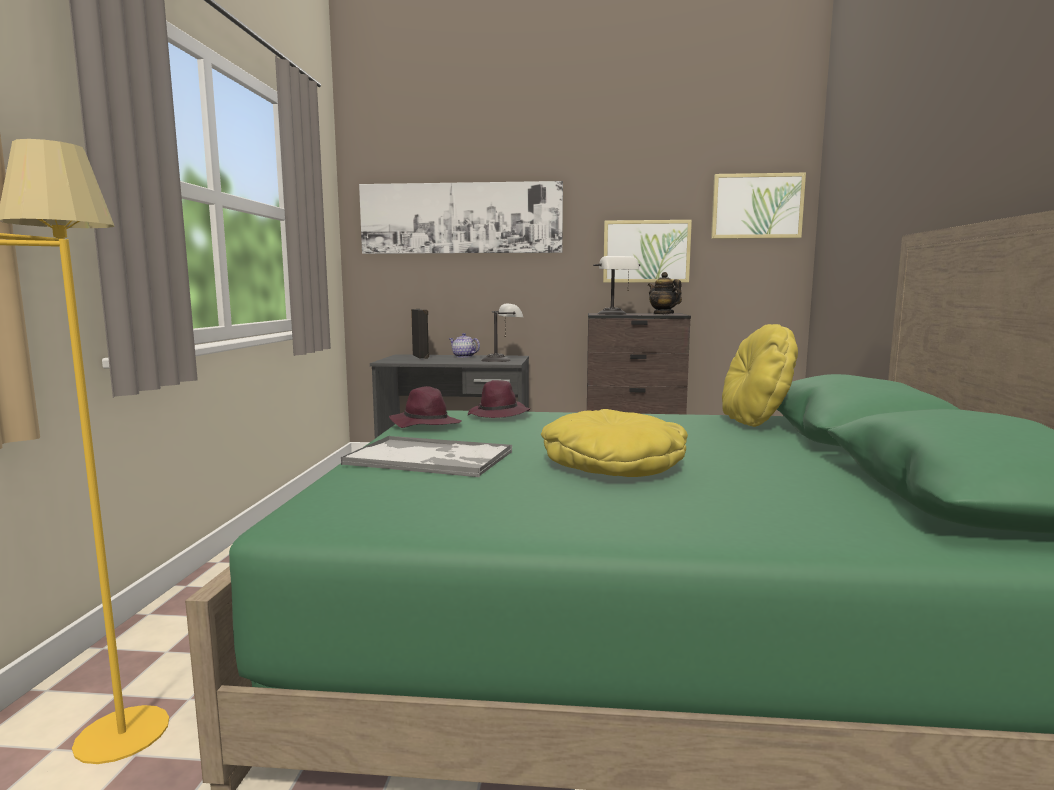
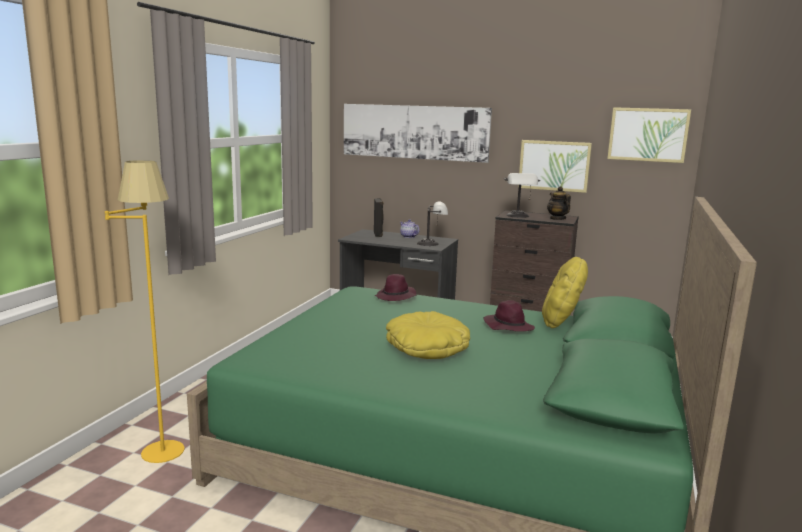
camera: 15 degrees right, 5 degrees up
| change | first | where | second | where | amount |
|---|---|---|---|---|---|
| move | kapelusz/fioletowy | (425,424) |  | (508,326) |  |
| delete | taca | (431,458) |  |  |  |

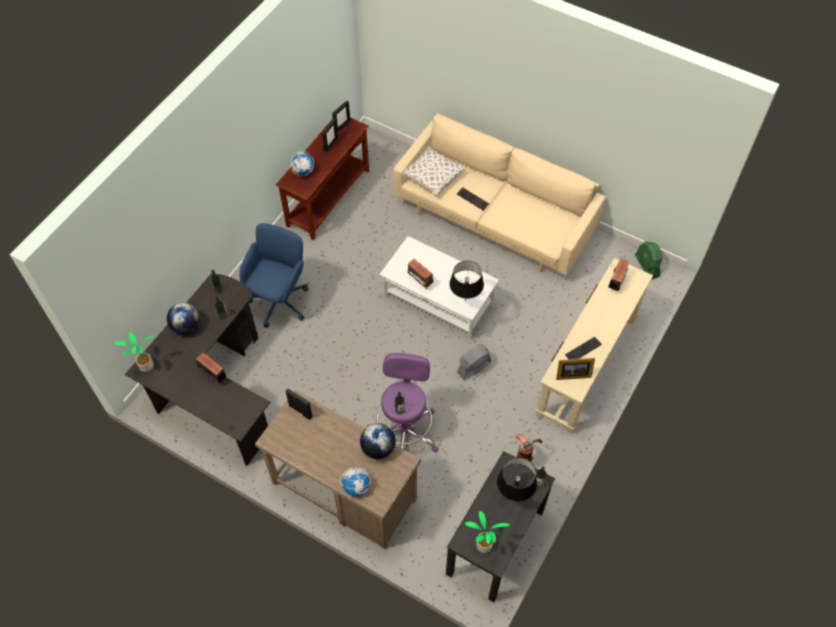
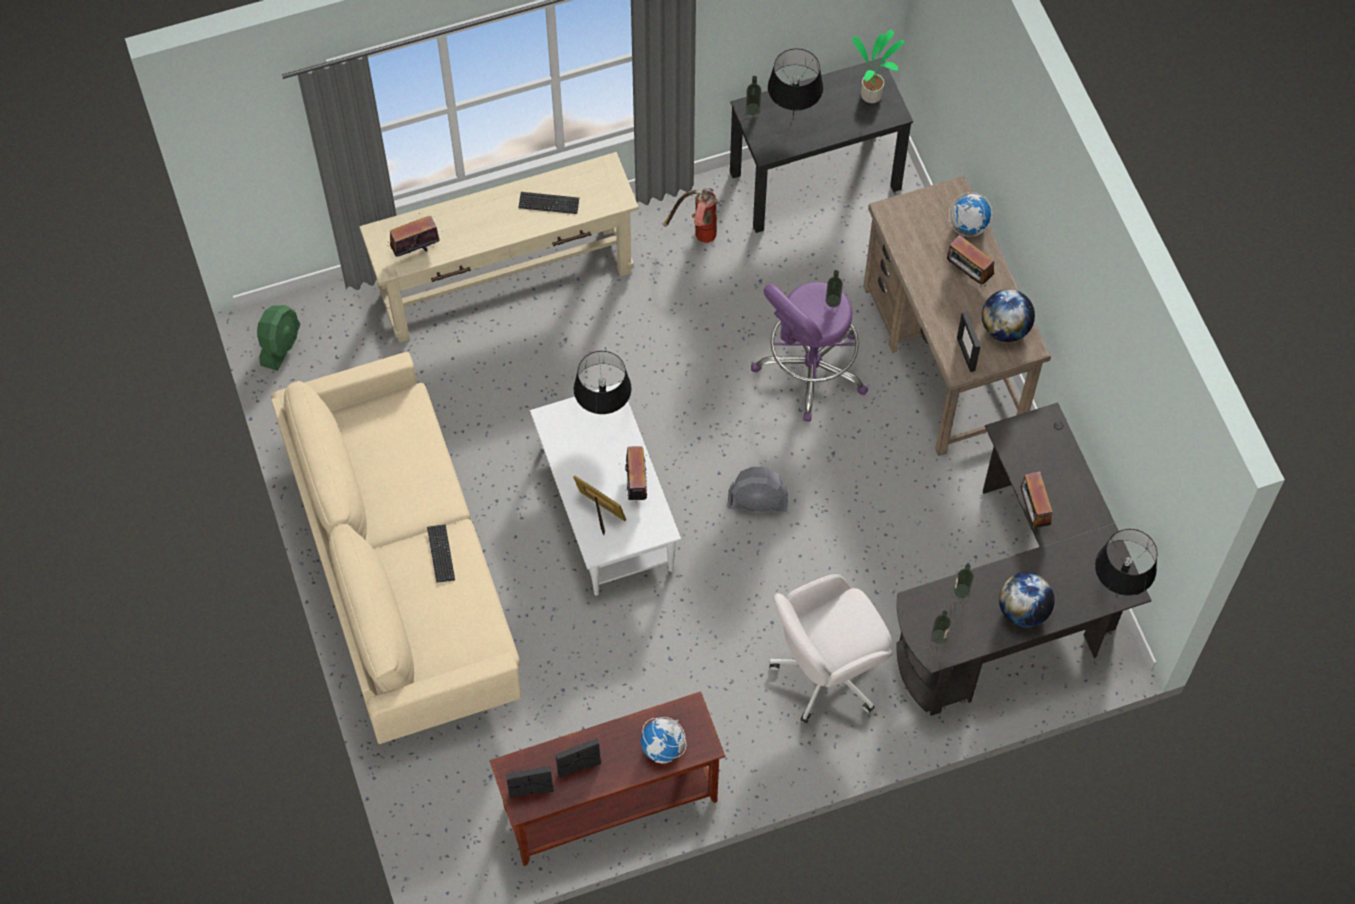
camera: 140 degrees left, 5 degrees up
| change | first | where | second | where | amount |
|---|---|---|---|---|---|
| move | ramka na zdjęcie | (571,374) |  | (600,512) |  |
| move | wentylator/szary | (473,367) |  | (757,502) |  |
| recolor | krzesło biurowe/niebieski | (280,303) | krzesło biurowe/biały | (827,673) |  |
| insert |  |  | radio | (968,274) |  |
| move | globus | (378,448) |  | (1005,328) |  |
| replace | roślina doniczkowa | (145,366) | lampa stołowa/czarny | (1116,590) |  |
| delete | poduszka | (432,177) |  |  |  |

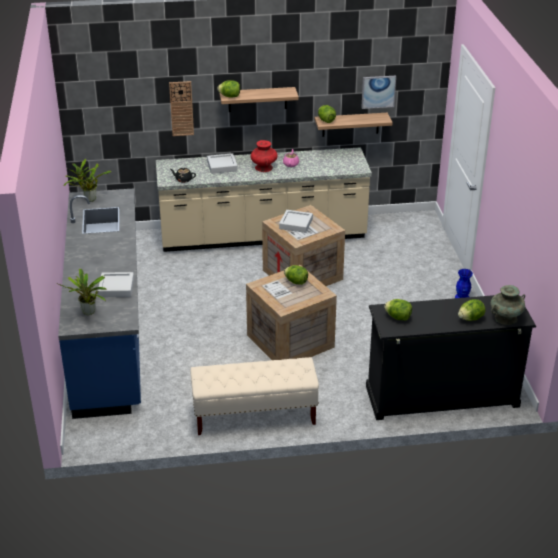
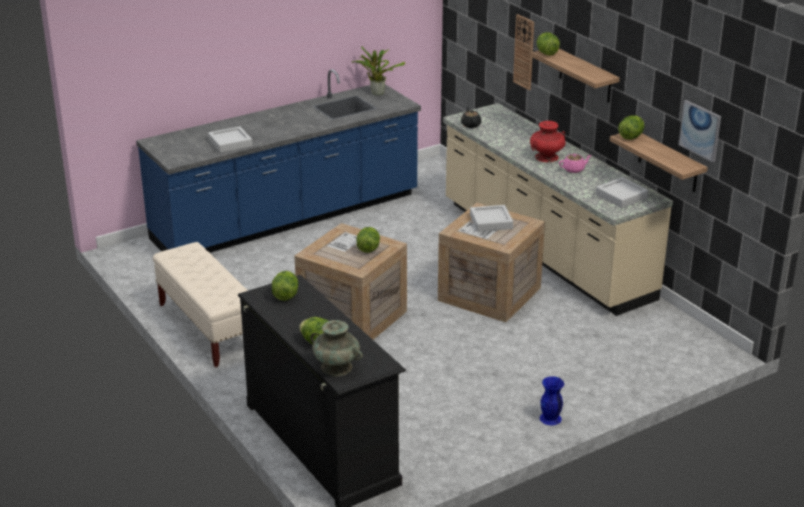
camera: 65 degrees right, 5 degrees down
| change | first | where | second | where | amount |
|---|---|---|---|---|---|
| move | taca/szary | (222,166) |  | (621,196) |  |
| delete | roślina doniczkowa | (89,313) |  |  |  |

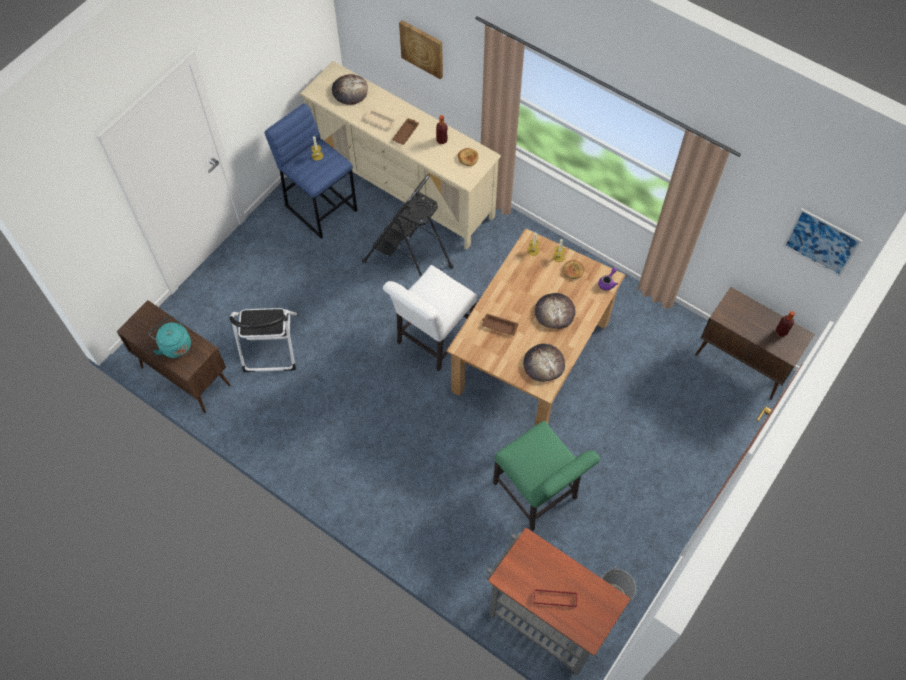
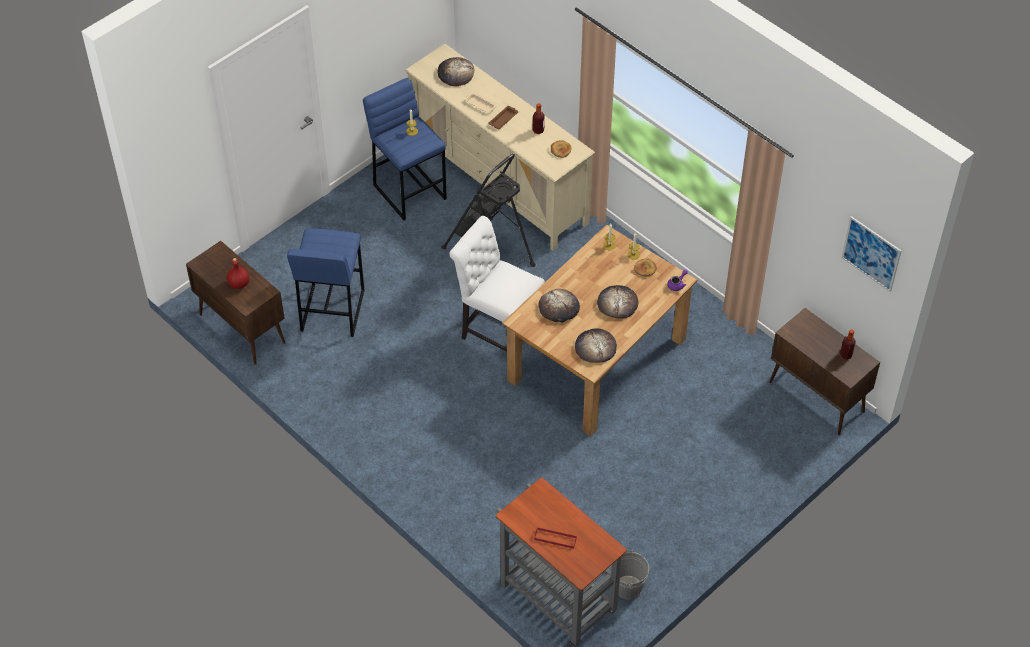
camera: 10 degrees right, 10 degrees down
| change | first | where | second | where | amount |
|---|---|---|---|---|---|
| replace | czajnik/turkusowy | (174,345) | butelka/czerwony | (239,283) |  |
| replace | drabinka | (270,345) | stołek/niebieski | (332,312) |  |
| rotate | krzesło/biały | (431,339) |  | (497,330) | 75 degrees clockwise |
| replace | taca/brązowy | (499,326) | chleb | (559,308) |  |
| delete | obraz | (422,48) |  |  |  |
| delete | krzesło/zielony | (538,495) |  |  |  |

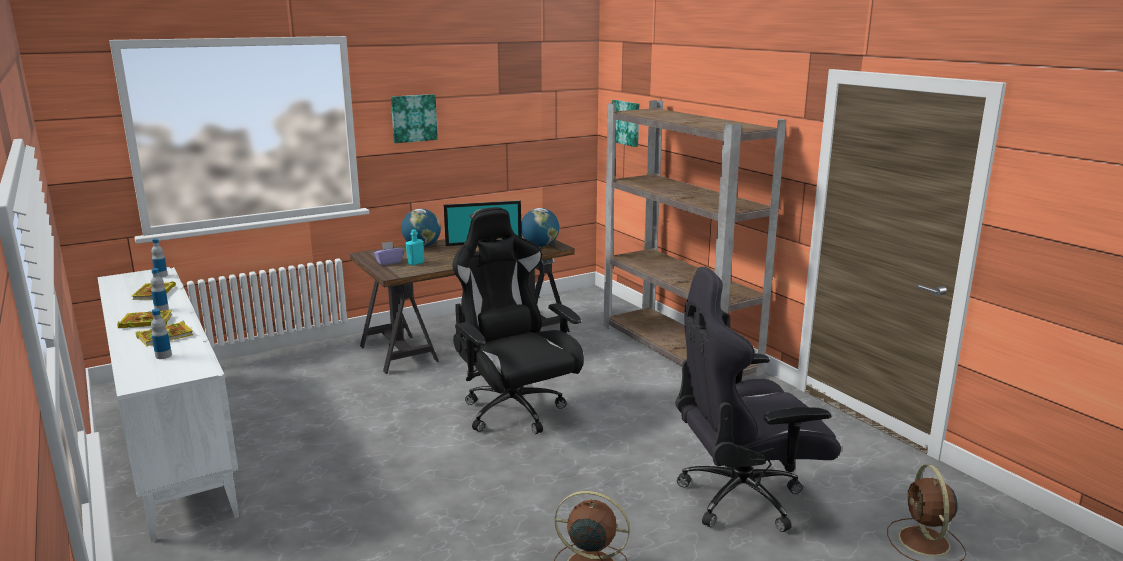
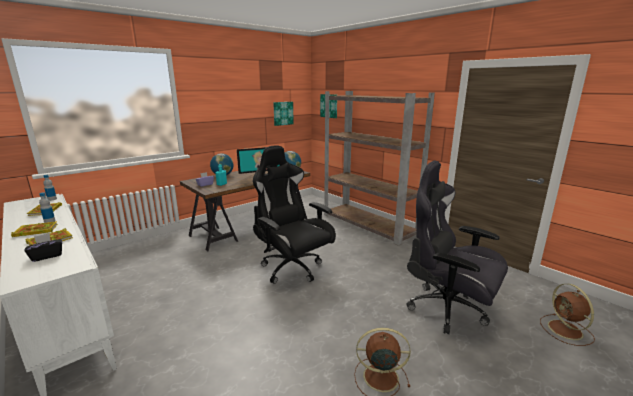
camera: 10 degrees left, 0 degrees up
| change | first | where | second | where | amount |
|---|---|---|---|---|---|
| replace | butelka | (163,356) | pudełko chusteczek/czarny | (47,256) |  |
| move | obraz | (413,118) |  | (283,113) |  |
| rotate | krzesło biurowe/czarny | (747,497) |  | (451,311) | 60 degrees clockwise |

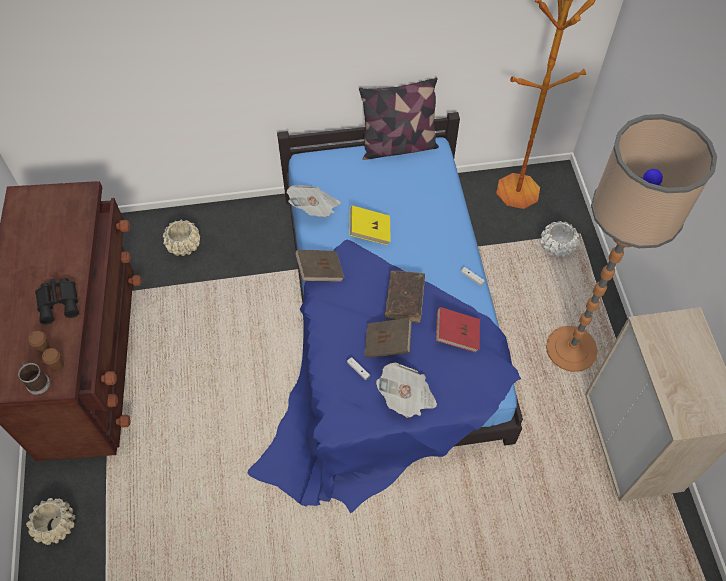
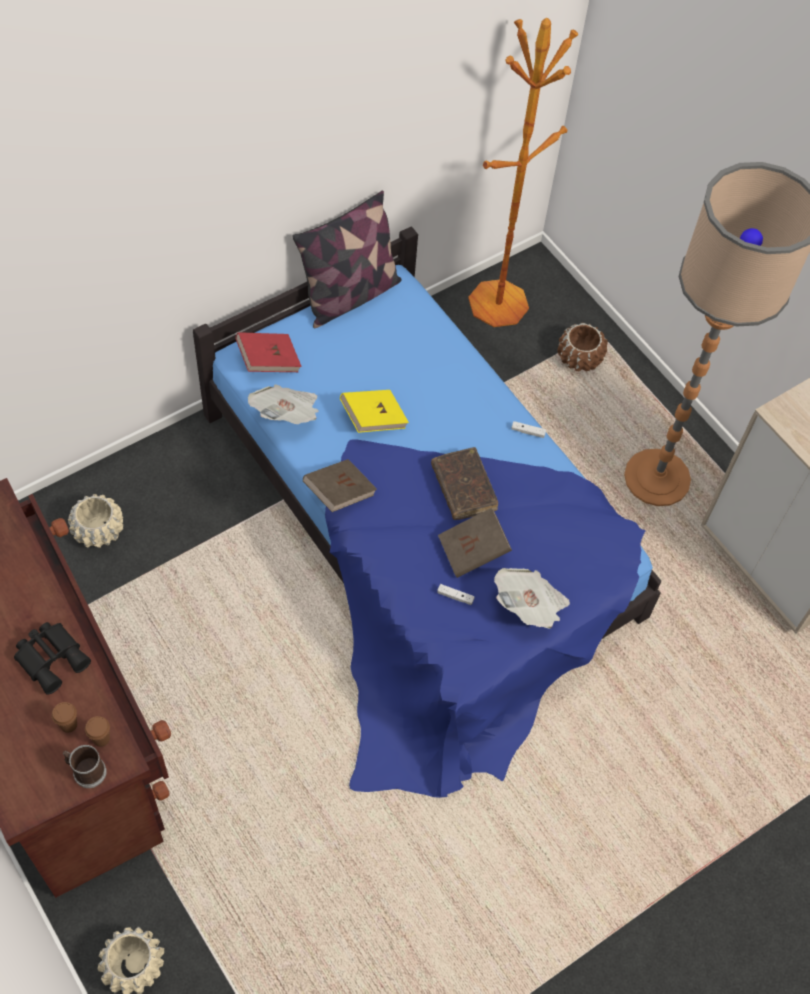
camera: 30 degrees left, 0 degrees up
| change | first | where | second | where | amount |
|---|---|---|---|---|---|
| move | książka/czerwony | (456,335) |  | (268,361) |  |
| recolor | donica/biały | (557,247) | donica/brązowy | (579,358) |  |

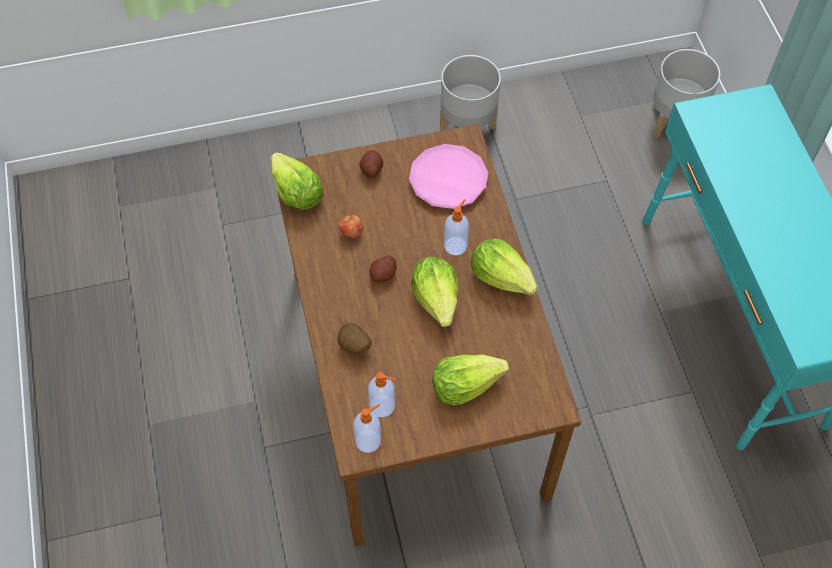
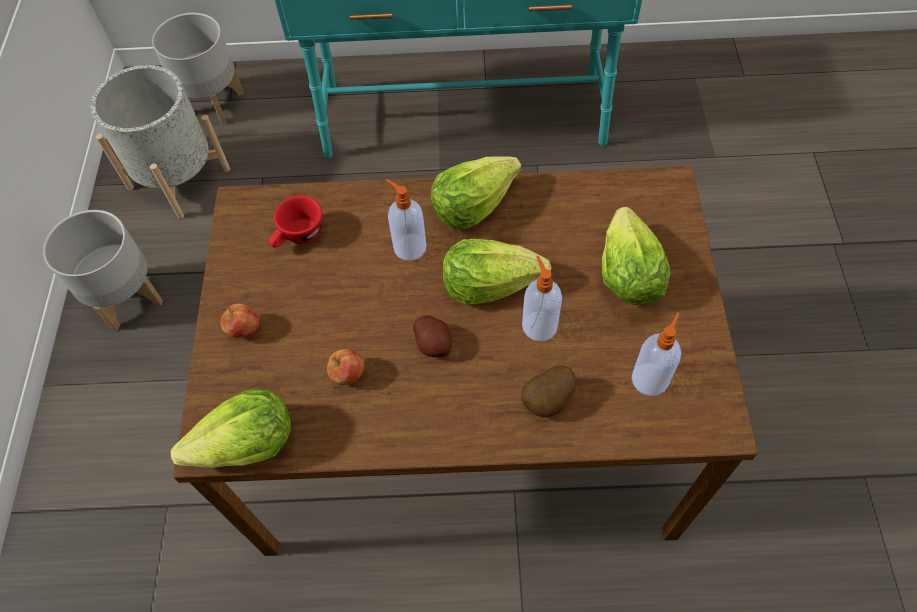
camera: 75 degrees left, 0 degrees up
| change | first | where | second | where | amount |
|---|---|---|---|---|---|
| insert |  |  | donica/szary | (179,178) |  |
| replace | ziemniak | (371,170) | jabłko | (244,330) |  |
| replace | talerz/różowy | (448,180) | filiżanka/czerwony | (299,237) |  |
| move | dozownik mydła | (369,440) |  | (539,325) |  |

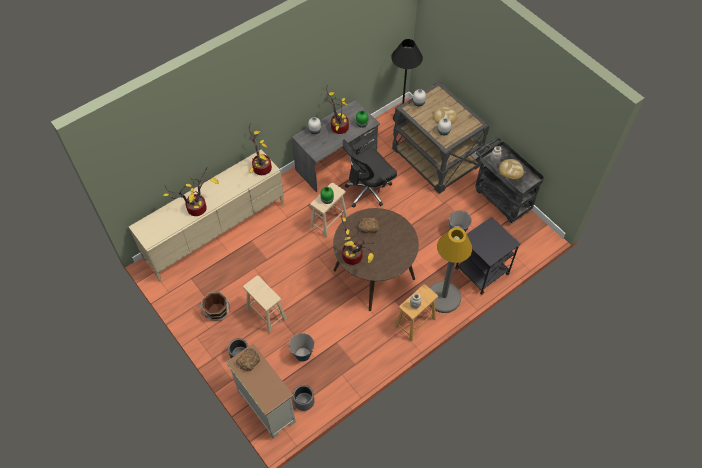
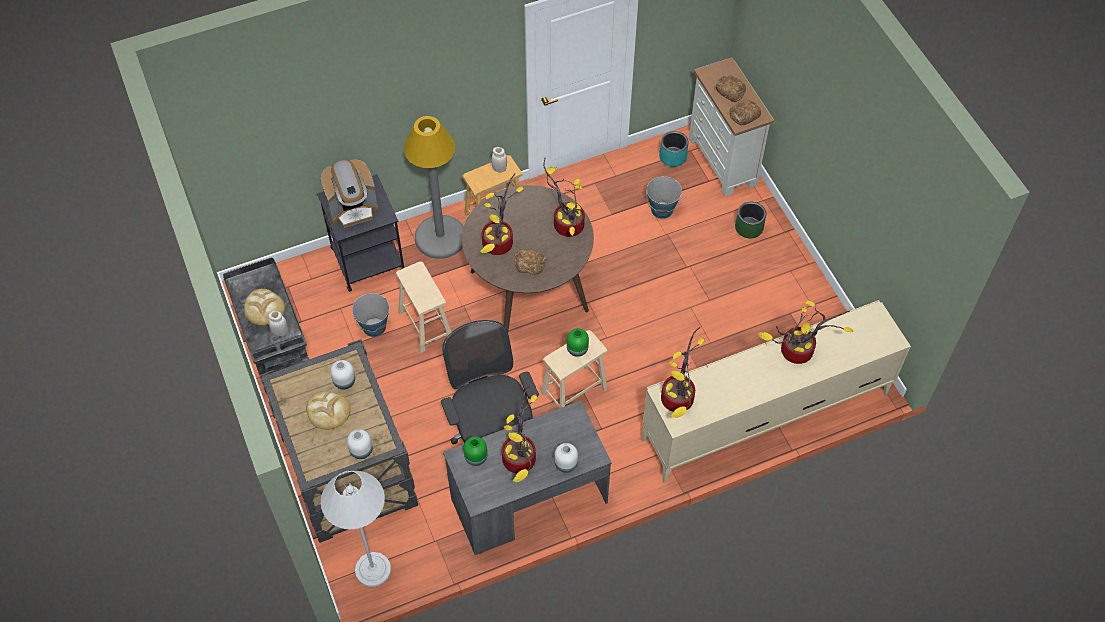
camera: 165 degrees left, 0 degrees up
| change | first | where | second | where | amount |
|---|---|---|---|---|---|
| insert |  |  | ekspres do kawy | (353,209) |  |
| recolor | lampa stojąca/czarny | (402,118) | lampa stojąca/biały | (373,569) |  |
| move | stołek/beżowy | (266,314) |  | (425,325) |  |
| rotate | krzesło biurowe | (368,190) |  | (490,431) | 90 degrees counterclockwise |
| insert |  |  | roślina doniczkowa | (499,245) |  |
| recolor | donica/szary | (304,401) | donica/turkusowy | (673,157) |  |
| insert |  |  | chleb | (730,90) |  |
| delete | wiadro/brązowy | (217,312) |  |  |  |

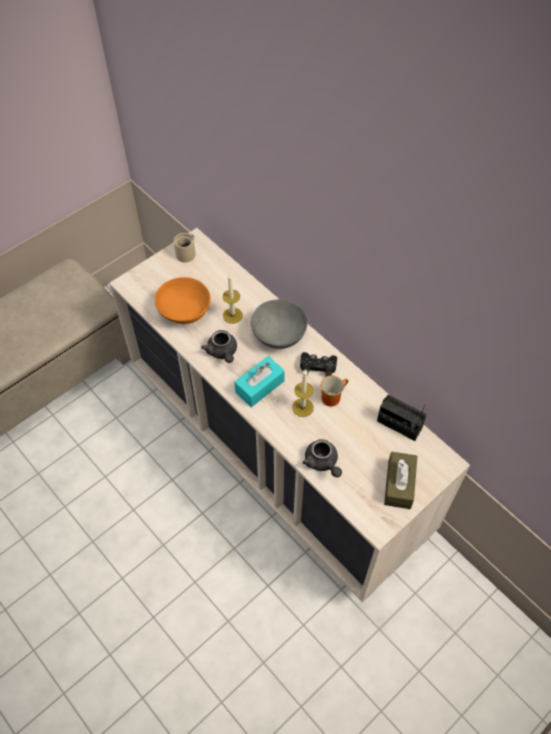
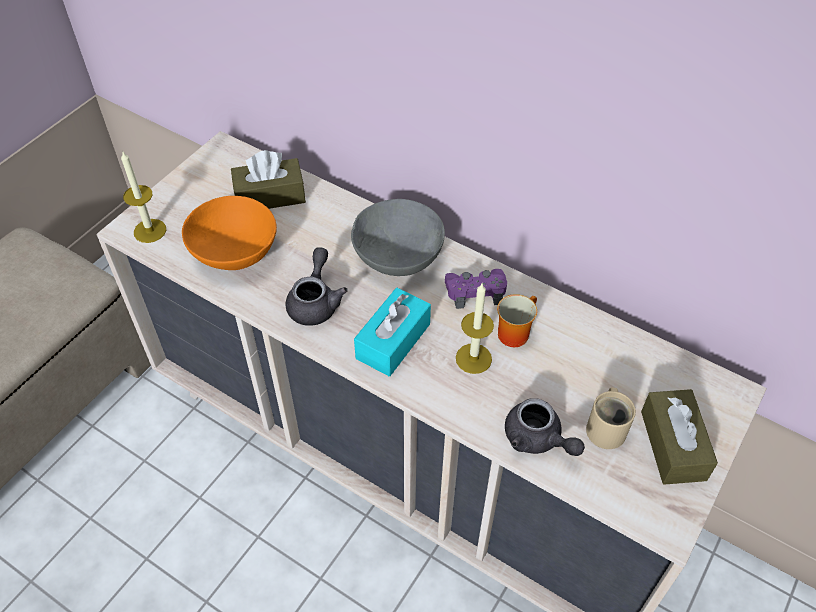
camera: 15 degrees left, 5 degrees down
| change | first | where | second | where | amount |
|---|---|---|---|---|---|
| move | świeca | (232,315) |  | (150,231) |  |
| insert |  |  | pudełko chusteczek/brązowy | (270,196) |  |
| rotate | imbryk/szary | (222,352) |  | (315,302) | 135 degrees counterclockwise |
| recolor | pad do gier/czarny | (318,366) | pad do gier/fioletowy | (475,291) |  |
| move | kubek/beżowy | (187,254) |  | (607,428) |  |
| delete | radio | (399,425) |  |  |  |

